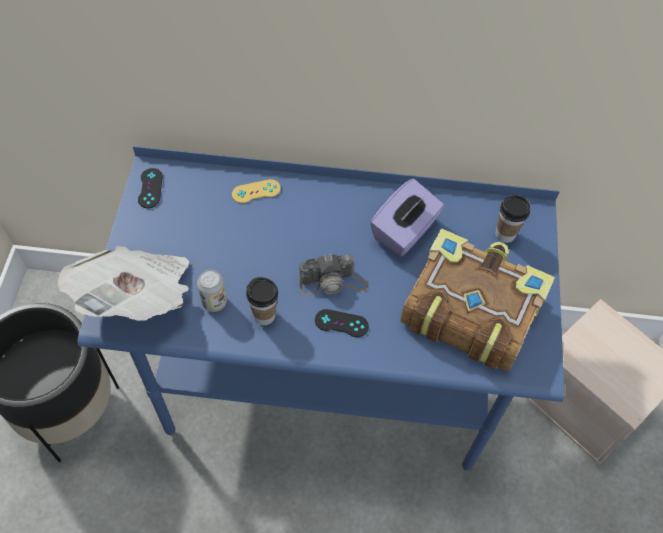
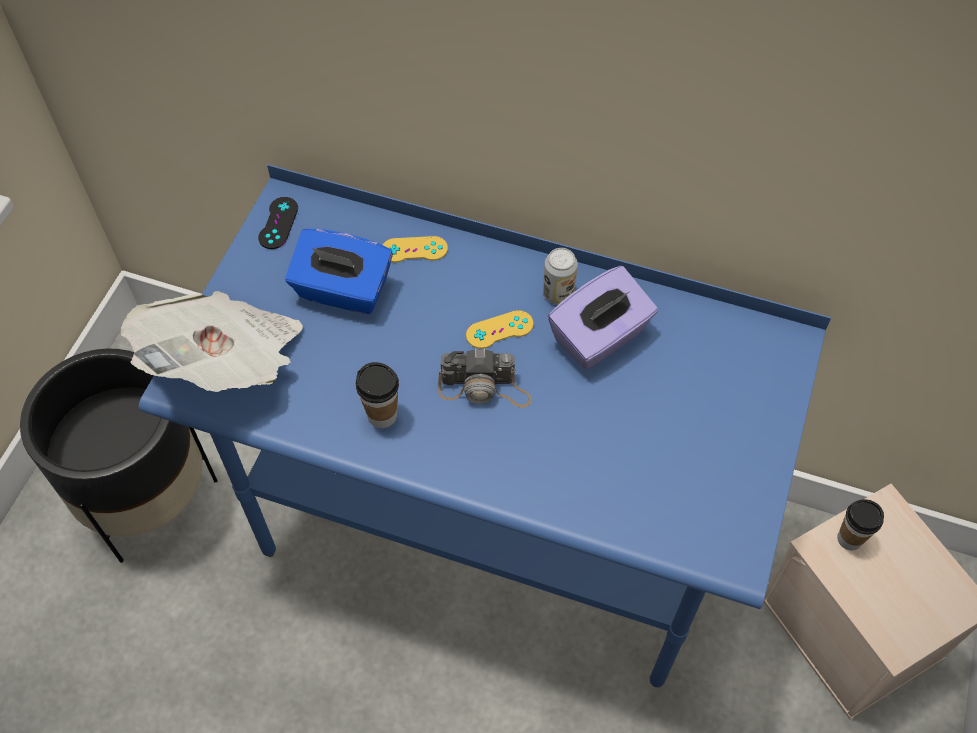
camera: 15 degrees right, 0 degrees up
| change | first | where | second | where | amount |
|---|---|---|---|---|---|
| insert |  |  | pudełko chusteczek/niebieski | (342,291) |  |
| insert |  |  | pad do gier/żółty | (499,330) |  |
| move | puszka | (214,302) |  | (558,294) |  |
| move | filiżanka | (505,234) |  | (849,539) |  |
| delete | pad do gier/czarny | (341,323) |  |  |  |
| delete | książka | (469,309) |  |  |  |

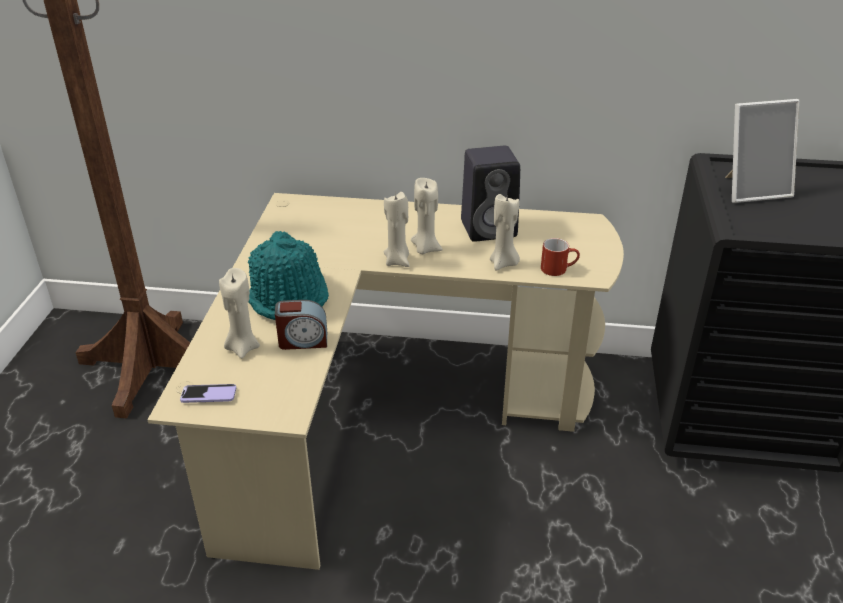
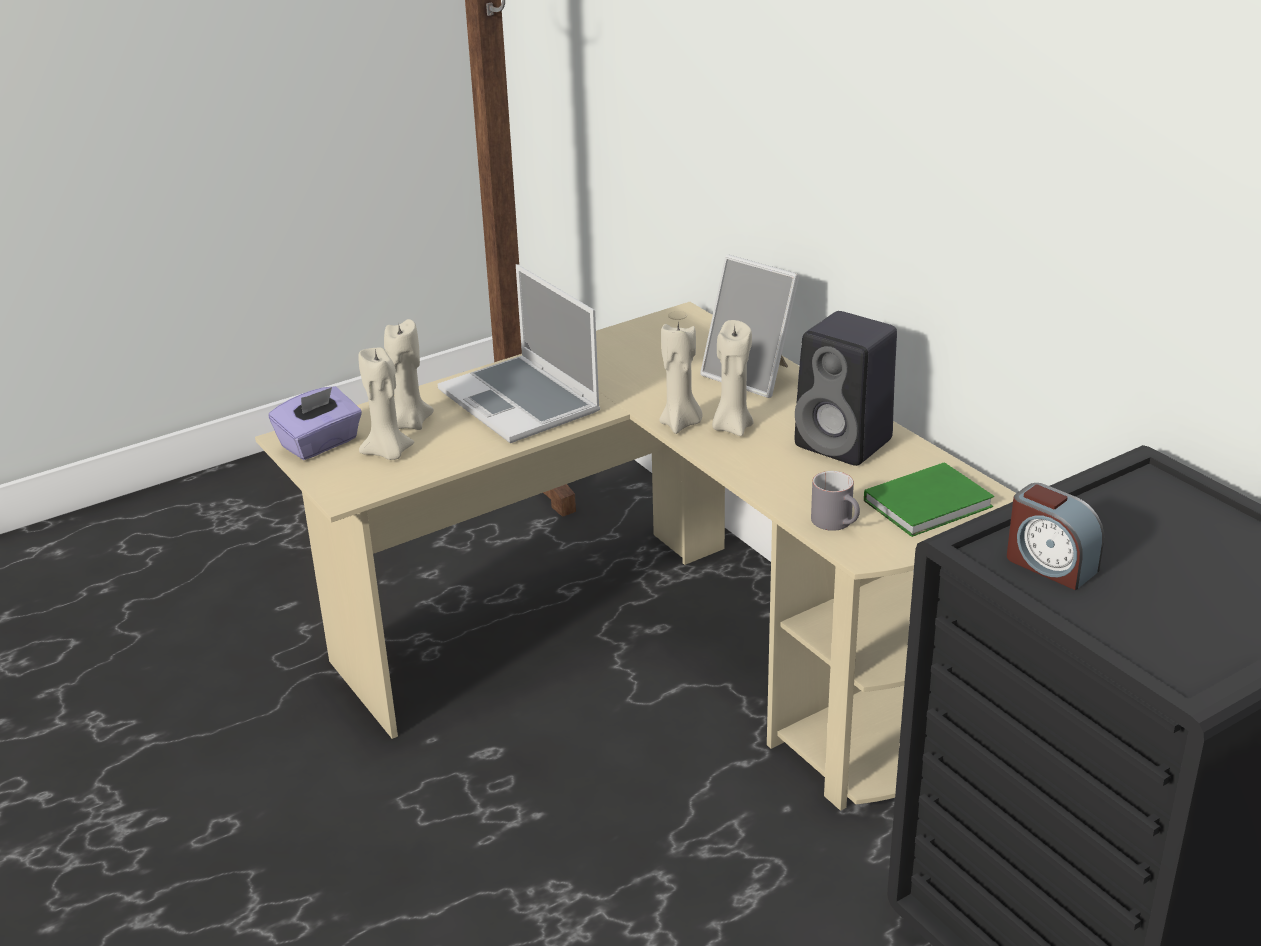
camera: 50 degrees right, 5 degrees down
| change | first | where | second | where | amount |
|---|---|---|---|---|---|
| replace | telefon | (208,395) | pudełko chusteczek/fioletowy | (320,444) |  |
| move | świeca/beżowy | (503,263) |  | (388,453) |  |
| replace | kapelusz/turkusowy | (289,296) | laptop | (522,402) |  |
| move | ramka na zdjęcie | (752,190) |  | (752,376) |  |
| recolor | kubek/czerwony | (558,268) | kubek/szary | (838,523) |  |
| insert |  |  | książka/zielony | (931,504) |  |
| move | budzik | (303,340) |  | (1050,564) |  |

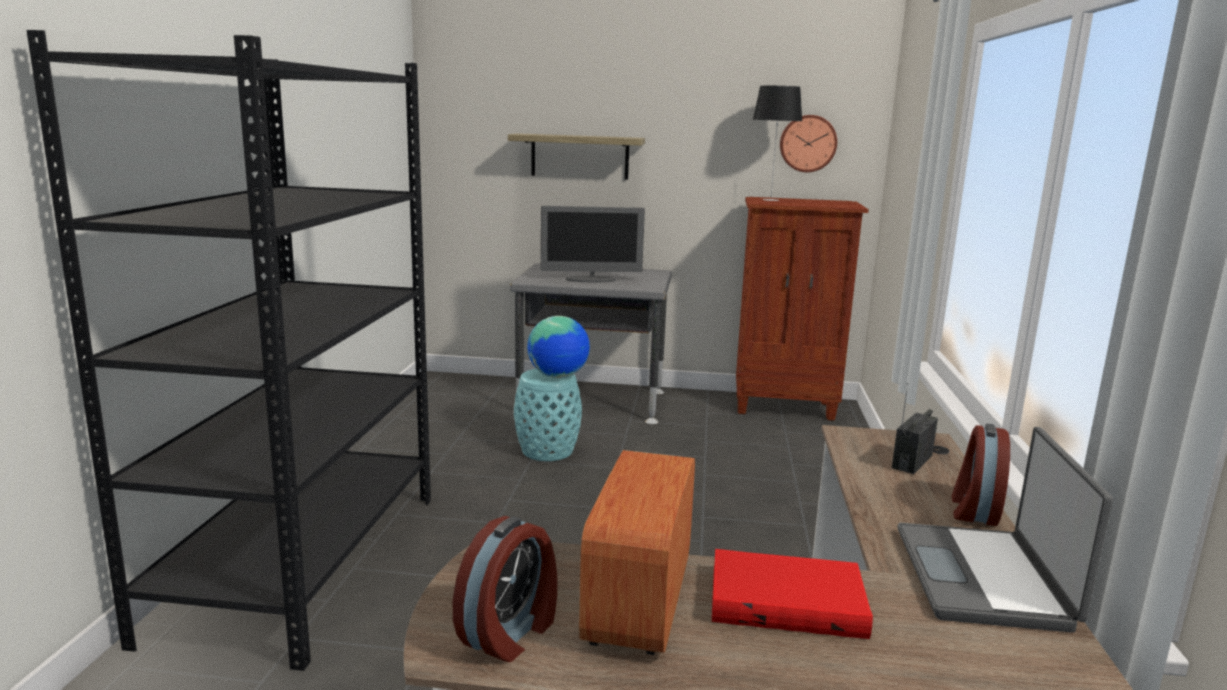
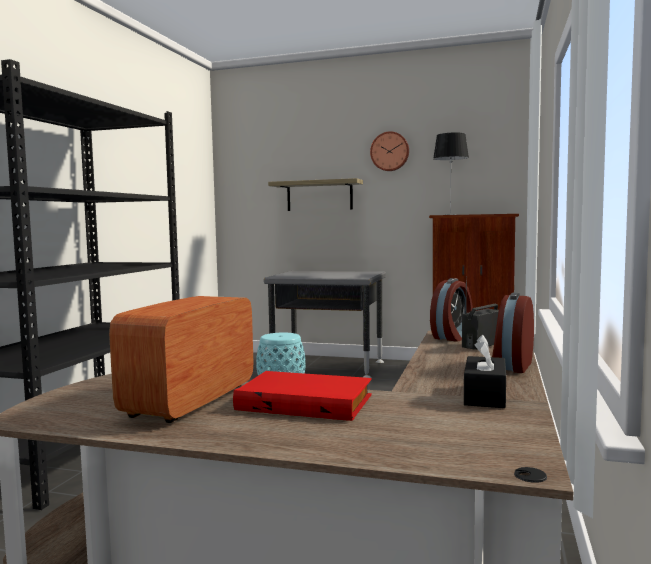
camera: 10 degrees right, 10 degrees down
| change | first | where | second | where | amount |
|---|---|---|---|---|---|
| move | zegar ścienny | (807,143) |  | (390,151) |  |
| move | budzik | (511,632) |  | (454,337) |  |
| replace | laptop | (985,578) | pudełko chusteczek/czarny | (485,395) |  |
| delete | globus | (558,376) |  |  |  |
| delete | monitor | (591,280) |  |  |  |

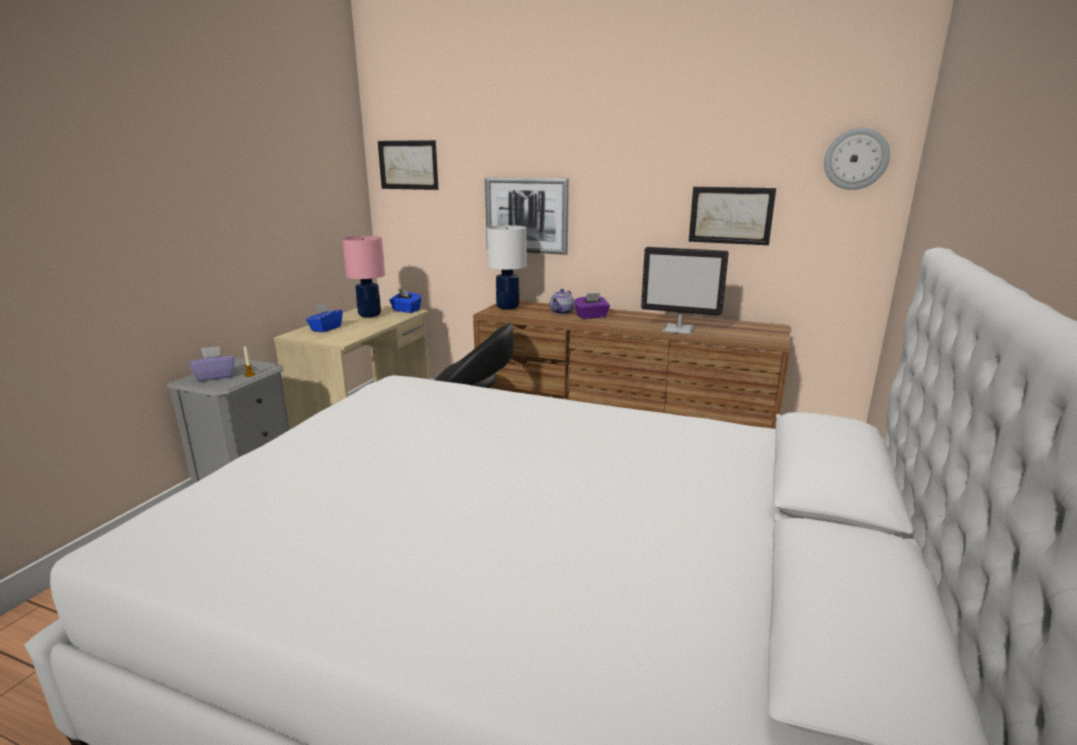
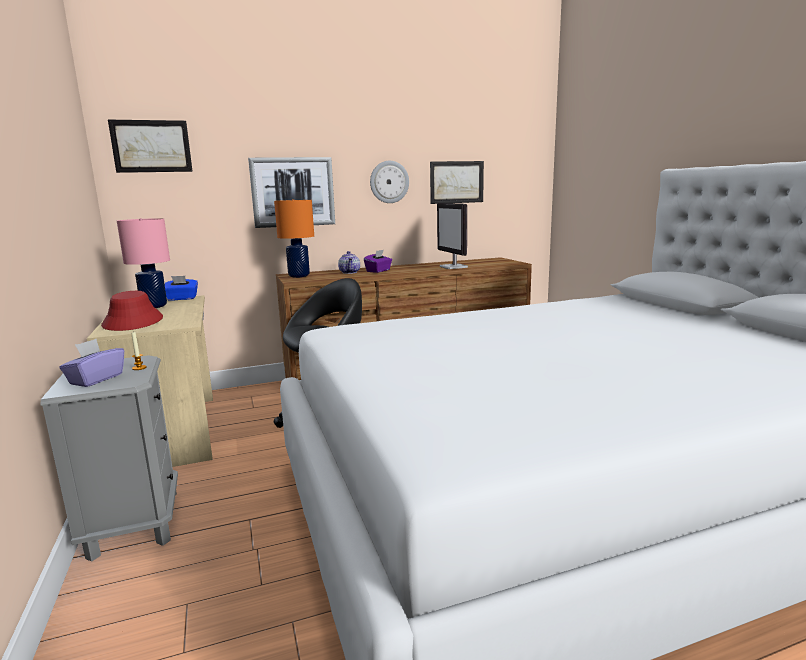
camera: 40 degrees left, 5 degrees down
| change | first | where | second | where | amount |
|---|---|---|---|---|---|
| replace | pudełko chusteczek/niebieski | (326,328) | kapelusz/czerwony | (133,322) |  |
| recolor | lampa stołowa/biały | (508,308) | lampa stołowa/pomarańczowy | (299,277) |  |
| move | zegar ścienny | (856,159) |  | (389,182) |  |
| rotate | monitor | (679,330) |  | (454,267) | 90 degrees clockwise |

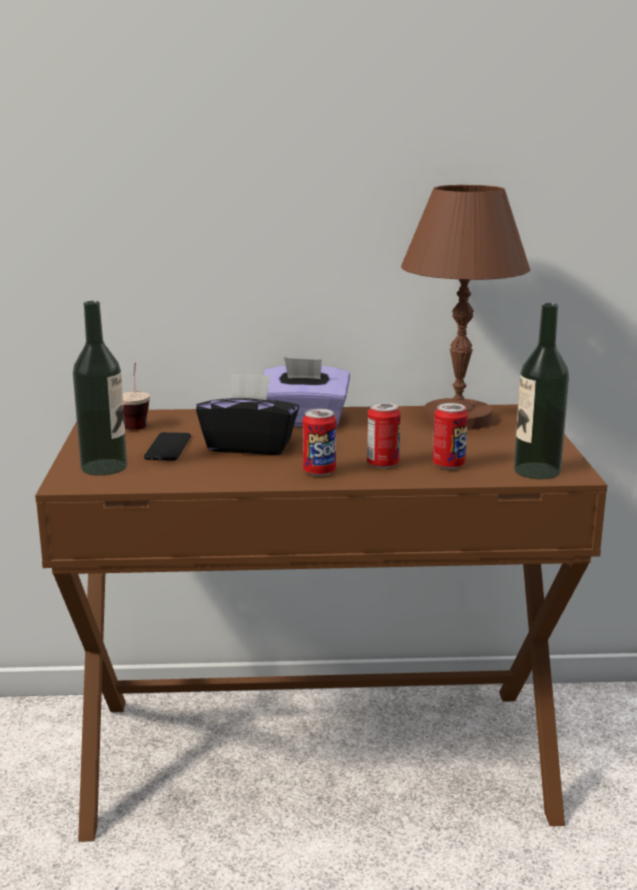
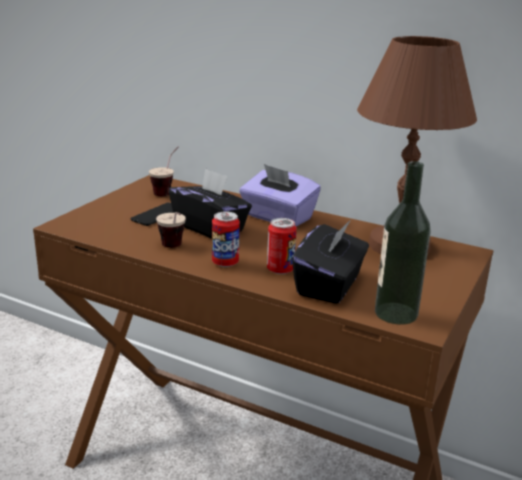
camera: 30 degrees right, 5 degrees up
| change | first | where | second | where | amount |
|---|---|---|---|---|---|
| insert |  |  | filiżanka | (174,249) |  |
| replace | puszka | (448,465) | pudełko chusteczek/czarny | (330,285) |  |
| delete | butelka | (104,467) |  |  |  |

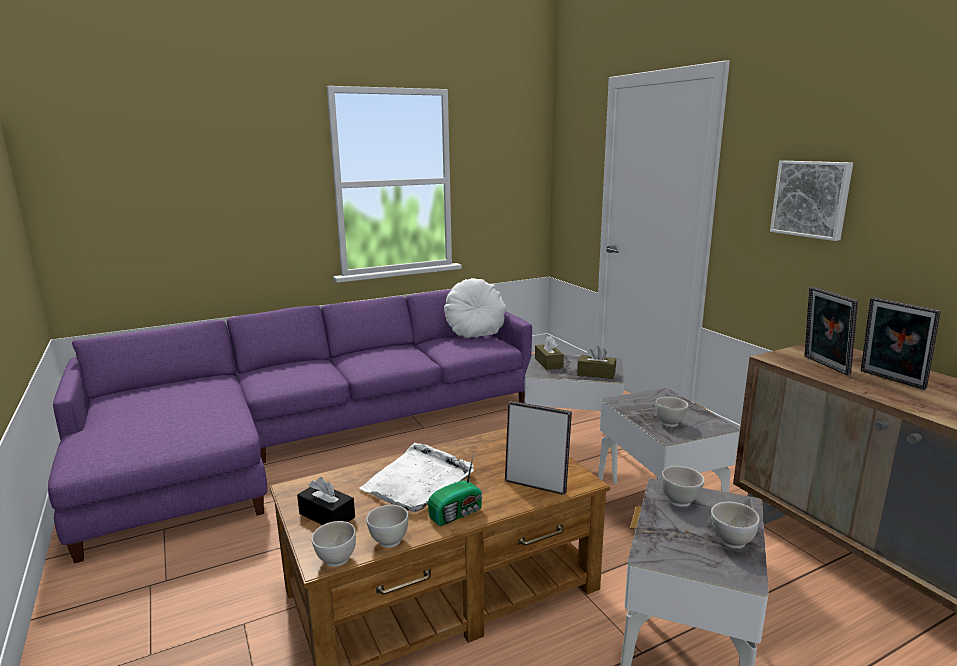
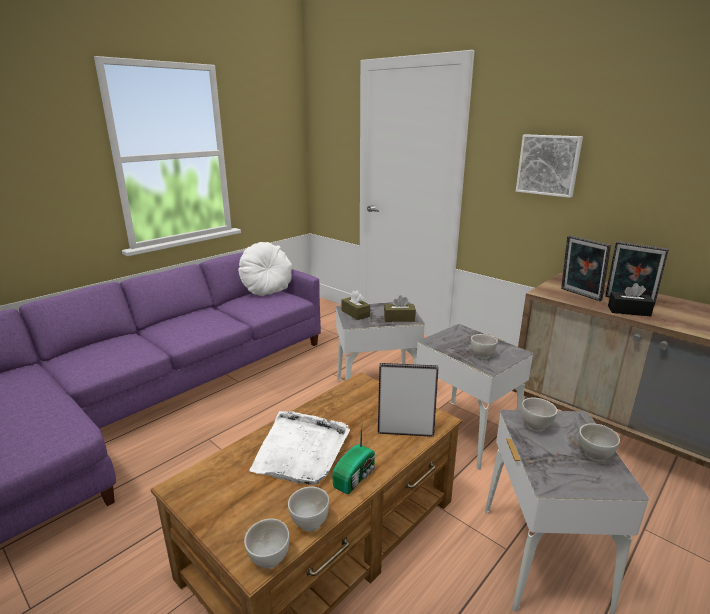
camera: 20 degrees left, 5 degrees up
| change | first | where | second | where | amount |
|---|---|---|---|---|---|
| move | pudełko chusteczek/czarny | (327,515) |  | (628,311) |  |

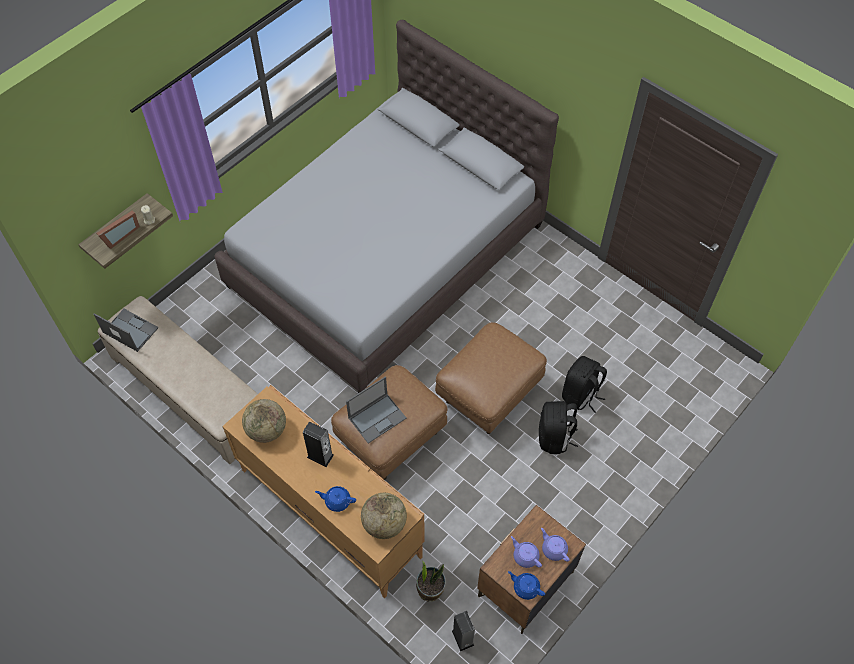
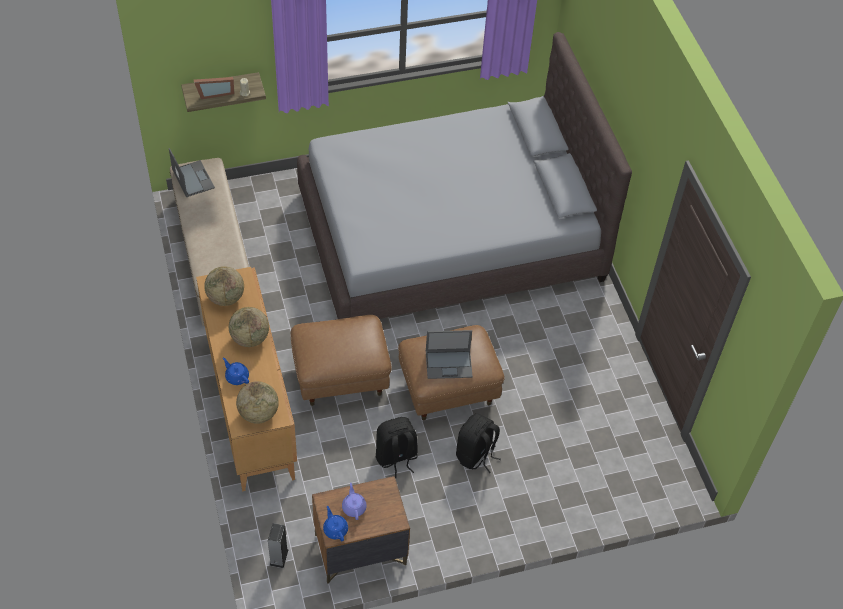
camera: 30 degrees right, 5 degrees down
| change | first | where | second | where | amount |
|---|---|---|---|---|---|
| replace | głośnik | (320,456) | globus | (250,338) |  |
| move | plecak/czarny | (580,395) |  | (396,457) |  |
| move | laptop | (377,417) |  | (449,364) |  |
| delete | roślina doniczkowa | (430,589) |  |  |  |
| delete | imbryk/fioletowy | (553,549) |  |  |  |

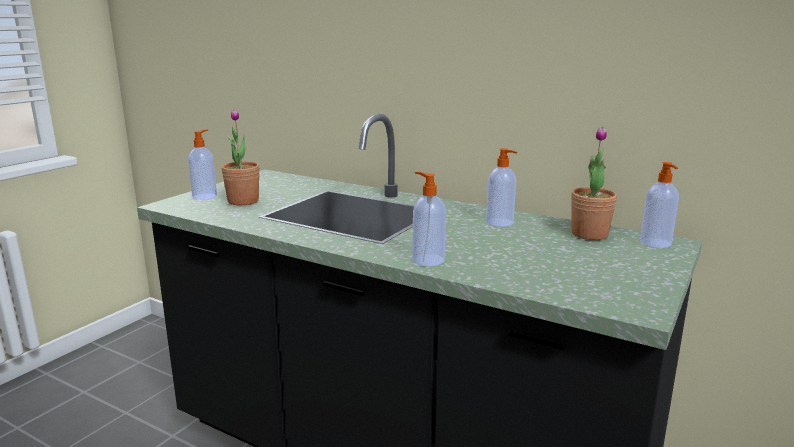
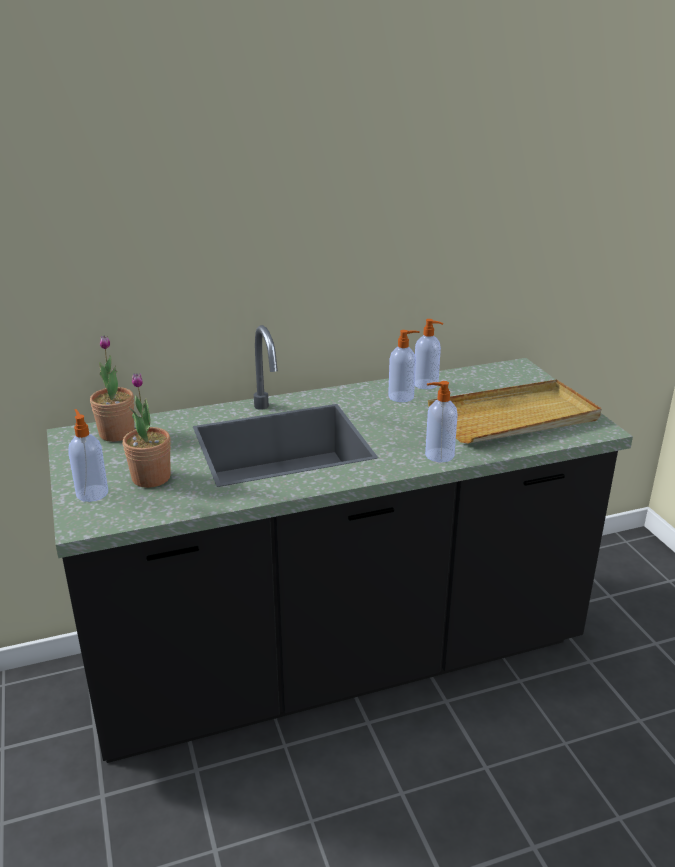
camera: 50 degrees left, 10 degrees up
| change | first | where | second | where | amount |
|---|---|---|---|---|---|
| move | roślina doniczkowa | (589,234) |  | (117,433) |  |
| move | dozownik mydła | (656,243) |  | (426,384) |  |
| insert |  |  | taca/beżowy | (514,418) |  |

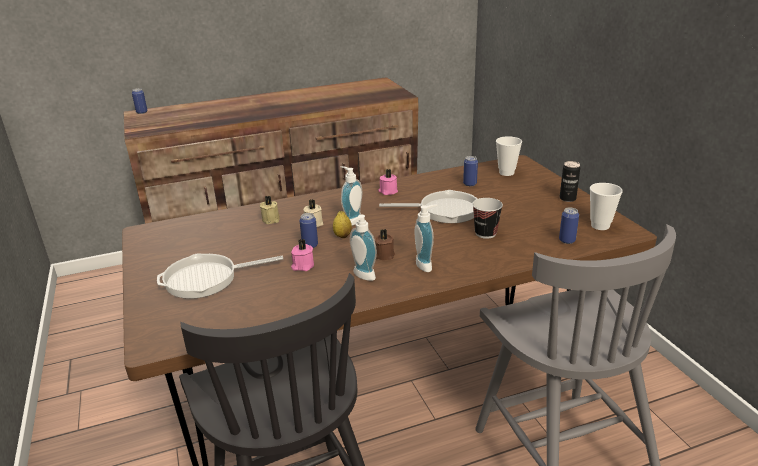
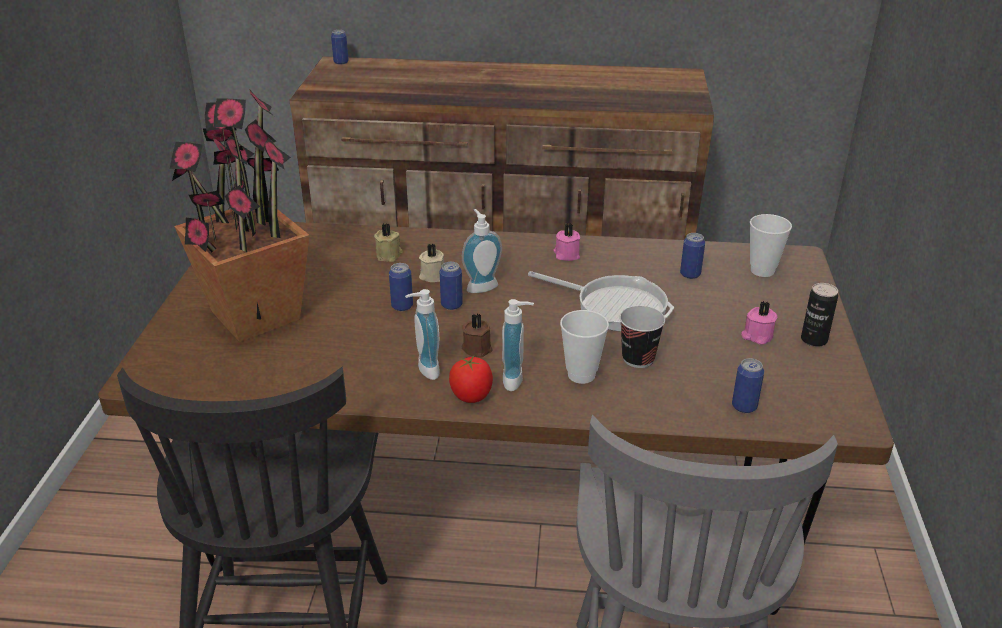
camera: 25 degrees right, 5 degrees up
| change | first | where | second | where | amount |
|---|---|---|---|---|---|
| replace | patelnia | (206,279) | roślina doniczkowa | (254,315) |  |
| replace | cytryna | (342,236) | puszka | (451,305) |  |
| insert |  |  | pomidor | (471,396) |  |
| move | filiżanka | (600,226) |  | (581,375) |  |
| move | świeca/różowy | (302,266) |  | (757,336) |  |

